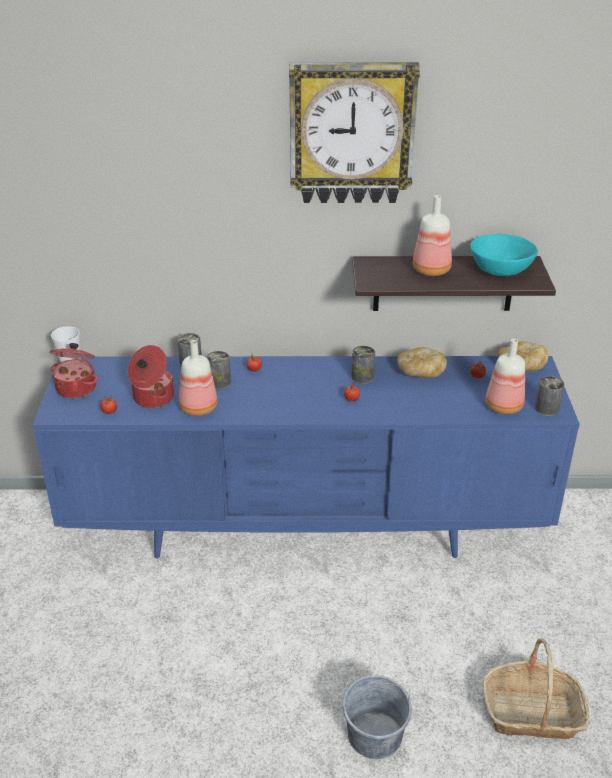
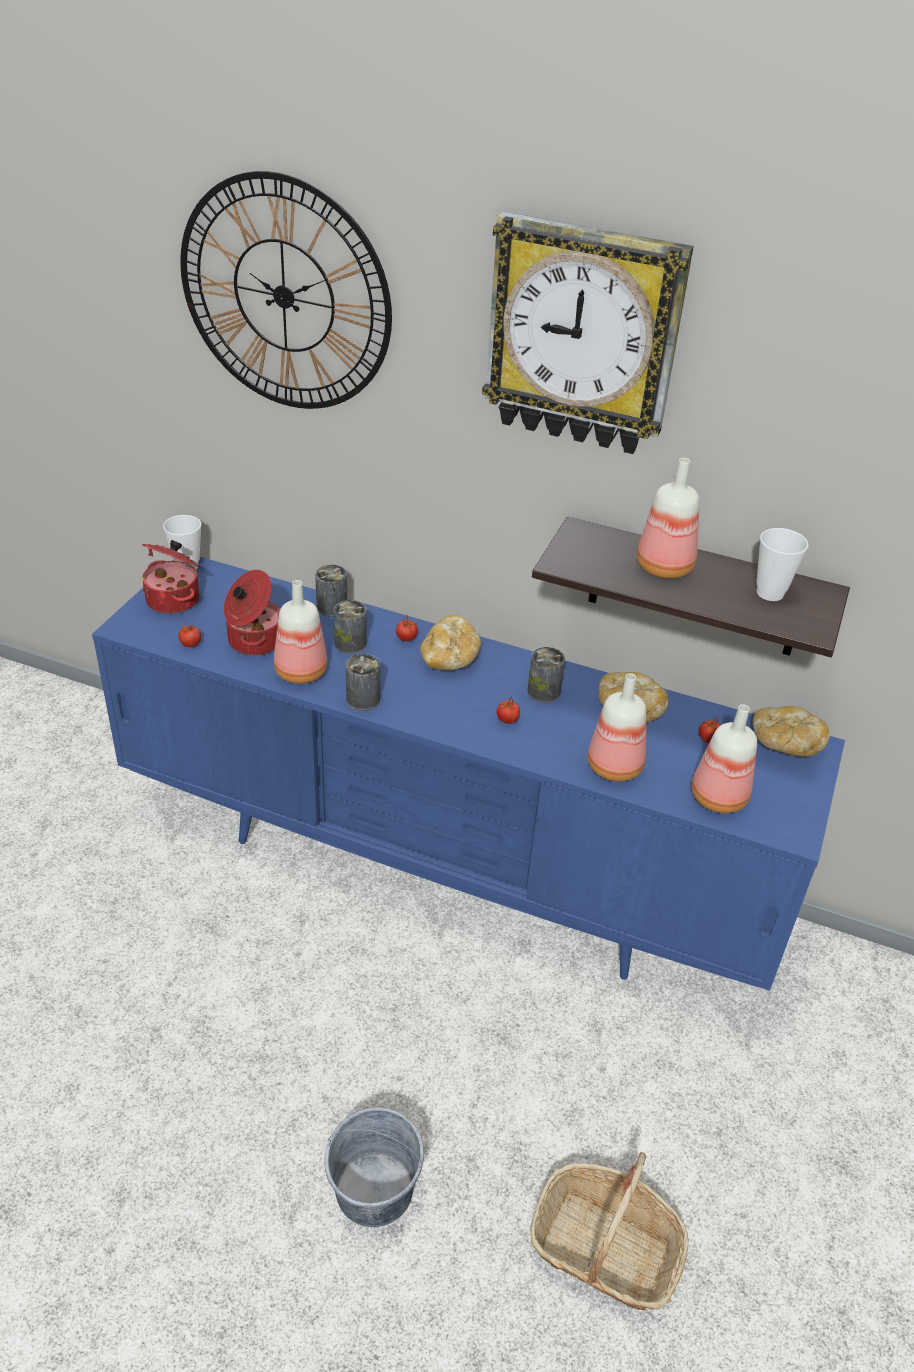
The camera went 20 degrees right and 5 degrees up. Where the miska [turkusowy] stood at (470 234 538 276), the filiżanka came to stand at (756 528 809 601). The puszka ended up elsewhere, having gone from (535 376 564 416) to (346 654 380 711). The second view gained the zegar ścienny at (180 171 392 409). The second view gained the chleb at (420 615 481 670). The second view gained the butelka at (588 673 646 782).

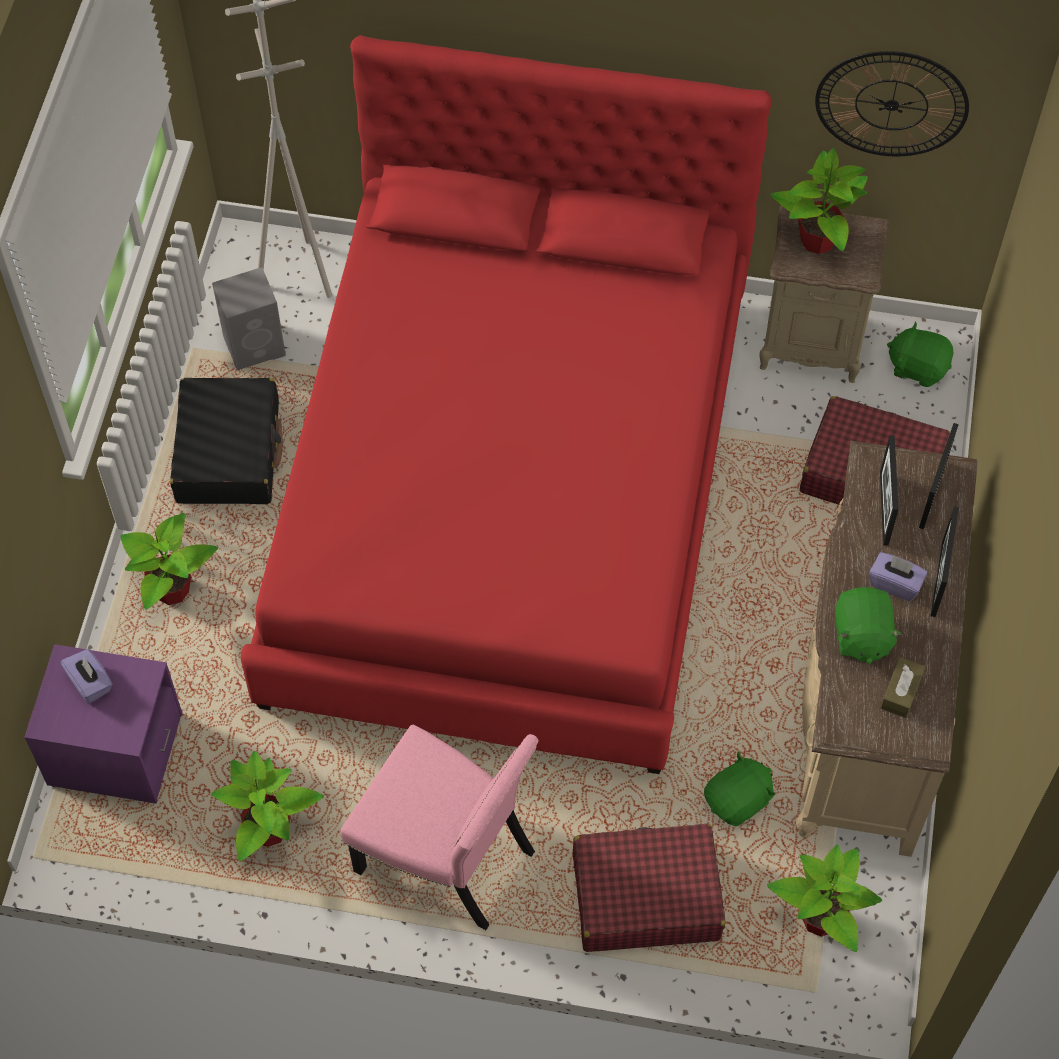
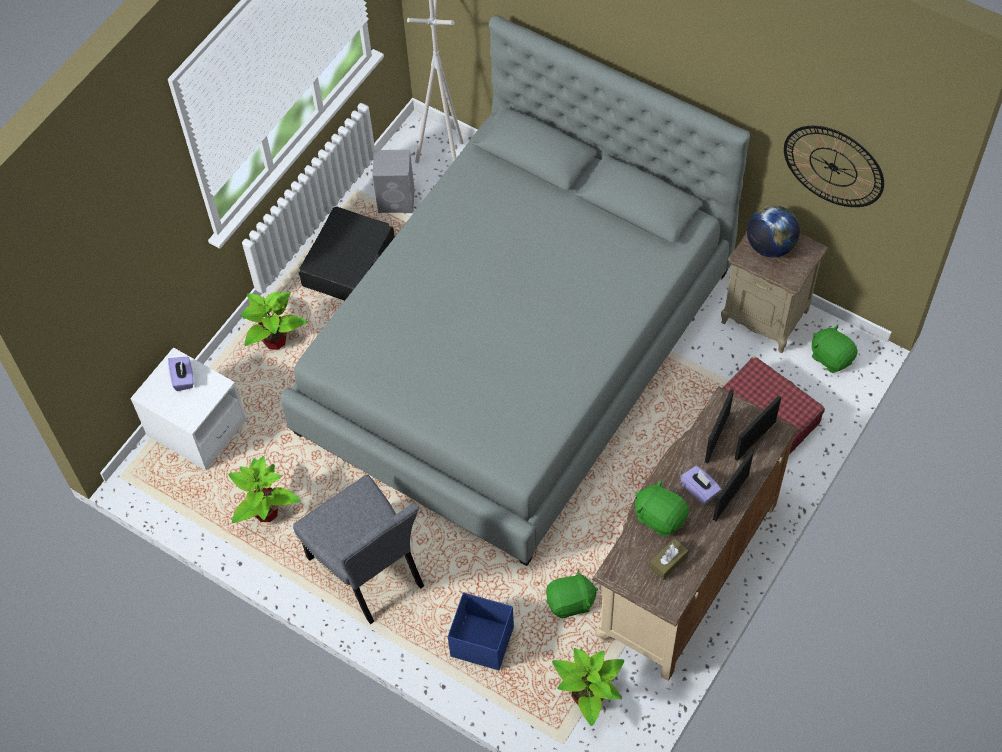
The camera went 25 degrees right and 0 degrees up. What was the łóżko [czerwony] at (241 35 771 774) turned into the łóżko [szary] at (280 15 750 566). Where the roślina doniczkowa stood at (770 148 868 254), the globus came to stand at (747 205 800 257). The pluszak [zielony] at (836 587 902 664) ended up facing another way, 105 degrees clockwise from before. What was the szafka nocna [fioletowy] at (24 644 182 804) turned into the szafka nocna [biały] at (130 347 247 470). What was the krzesło [różowy] at (341 725 538 930) turned into the krzesło [szary] at (293 475 424 624). Where the walizka [czerwony] stood at (573 824 725 952), the pojemnik do przechowywania [niebieski] came to stand at (448 592 514 670).

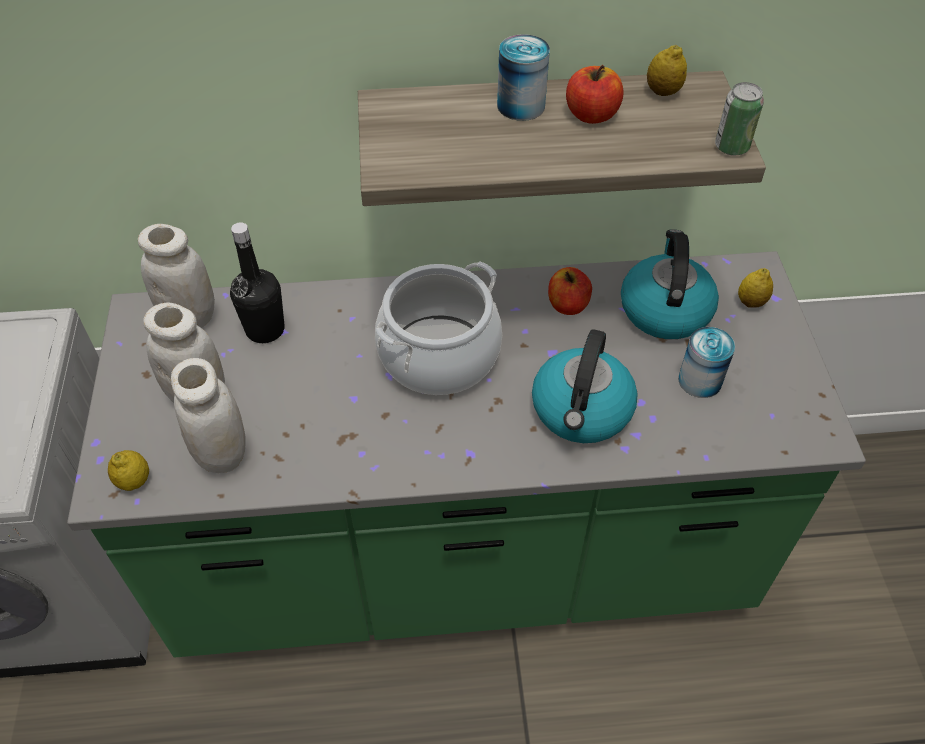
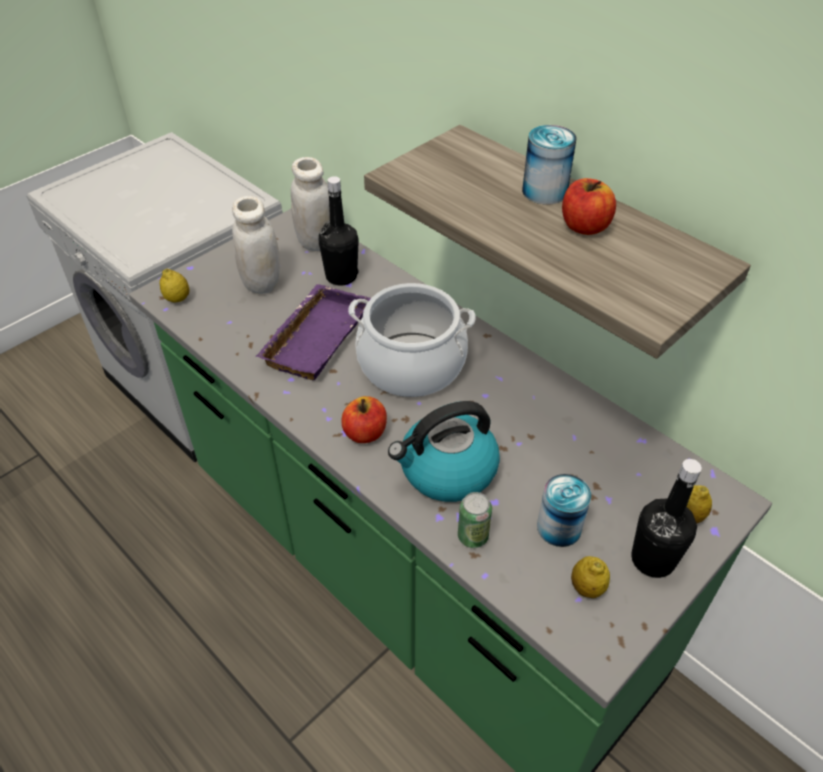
The camera went 50 degrees right and 5 degrees down. The cytryna ended up elsewhere, having gone from (647 45 687 96) to (571 556 610 598). The puszka ended up elsewhere, having gone from (715 82 764 156) to (458 492 492 548). The second view lost the czajnik at (621 229 719 339). The jabłko ended up elsewhere, having gone from (548 267 592 315) to (342 396 387 443). The second view lost the słoik [biały] at (171 358 246 473). The second view gained the taca [fioletowy] at (256 284 371 380). The second view gained the butelka [czarny] at (631 459 702 578).

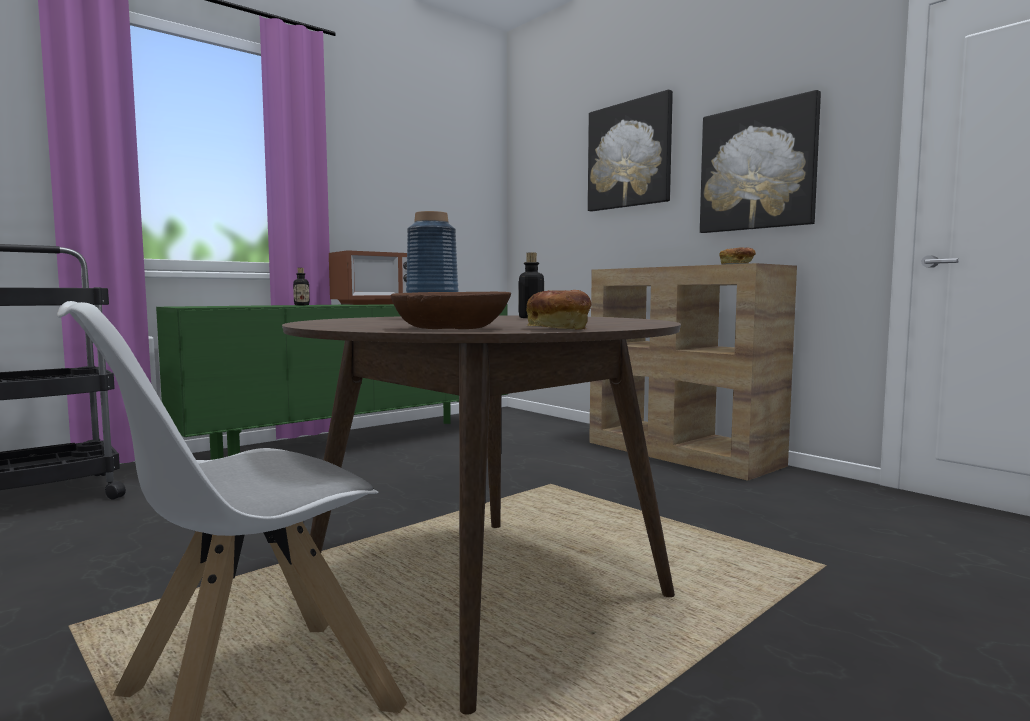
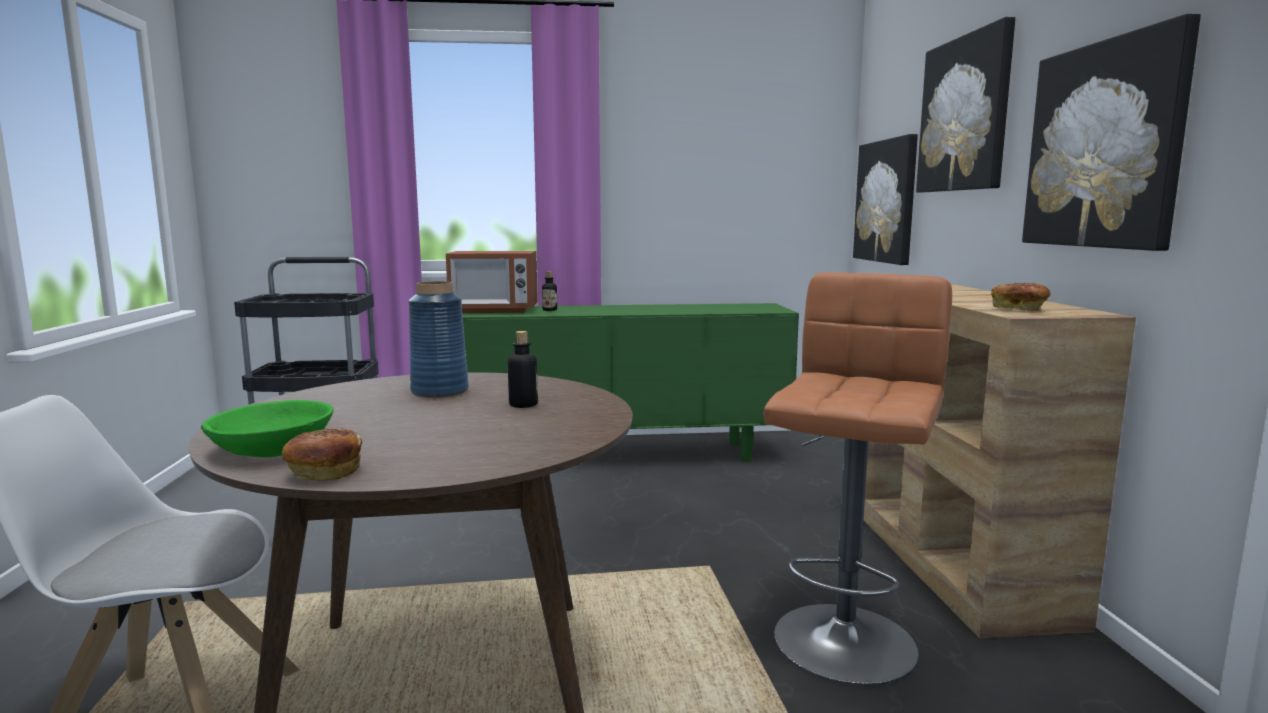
The camera went 35 degrees right and 5 degrees up. The mikrofalówka ended up elsewhere, having gone from (329 250 407 305) to (446 251 538 313). What was the miska [brązowy] at (391 292 511 329) turned into the miska [zielony] at (201 400 334 457). The second view gained the obraz at (853 134 918 265). The second view gained the stołek [brązowy] at (764 272 952 684).

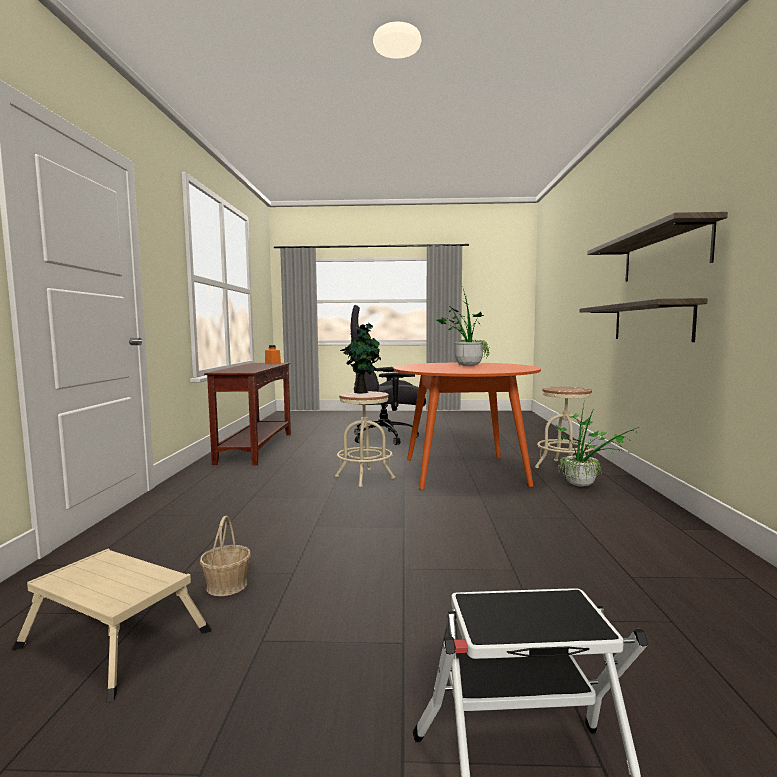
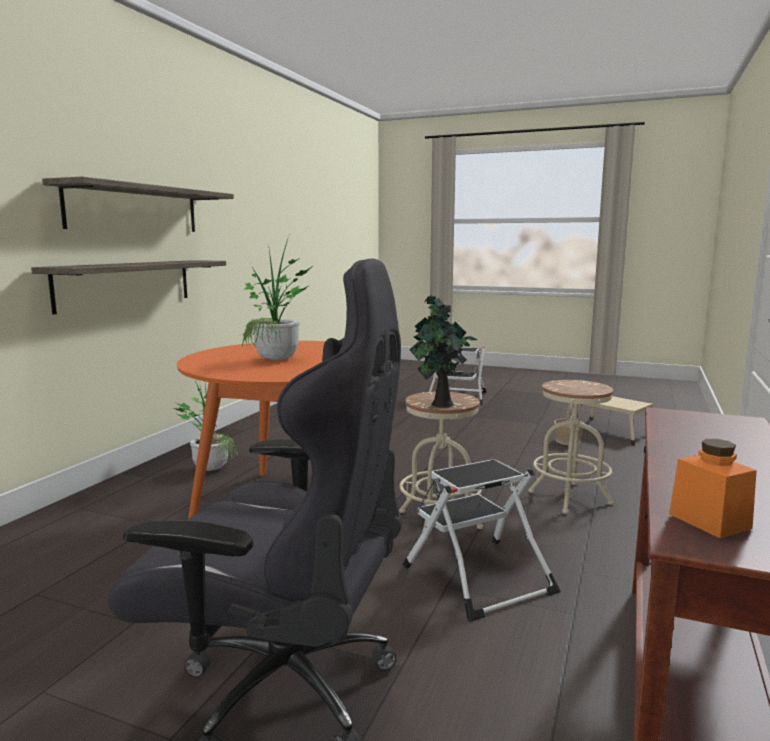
The camera went 160 degrees left and 5 degrees up. The stołek [beżowy] ended up elsewhere, having gone from (535 387 593 468) to (529 380 614 514). The second view gained the drabinka at (402 459 561 622).

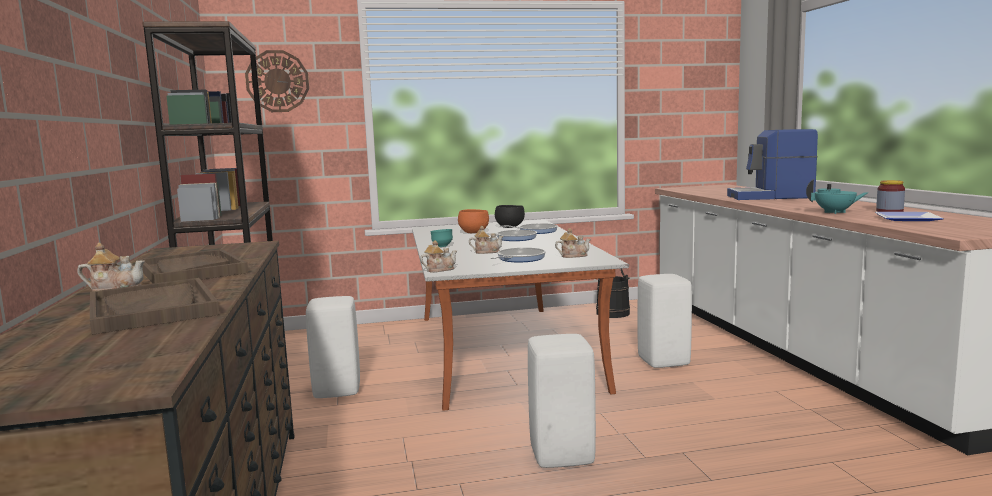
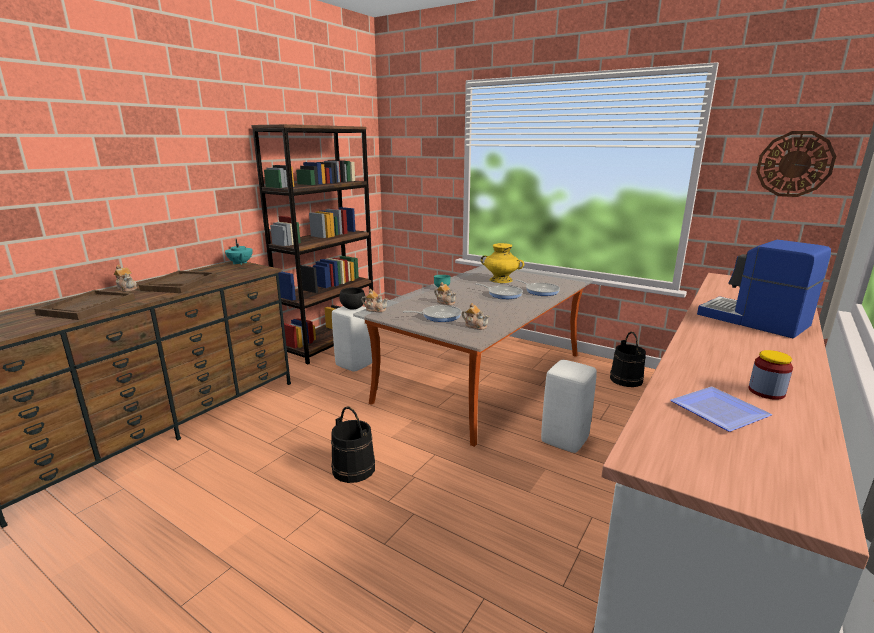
The camera went 45 degrees right and 10 degrees up. The zegar ścienny ended up elsewhere, having gone from (245 50 309 112) to (756 131 836 197). The imbryk [turkusowy] ended up elsewhere, having gone from (806 179 869 214) to (225 239 253 265). The miska [czarny] ended up elsewhere, having gone from (495 205 525 228) to (339 287 365 310). Where the miska [pomarańczowy] stood at (458 209 489 233), the wazon [żółty] came to stand at (481 243 524 283). Where the stołek [biały] stood at (528 334 596 468), the wiadro [czarny] came to stand at (331 406 375 483).

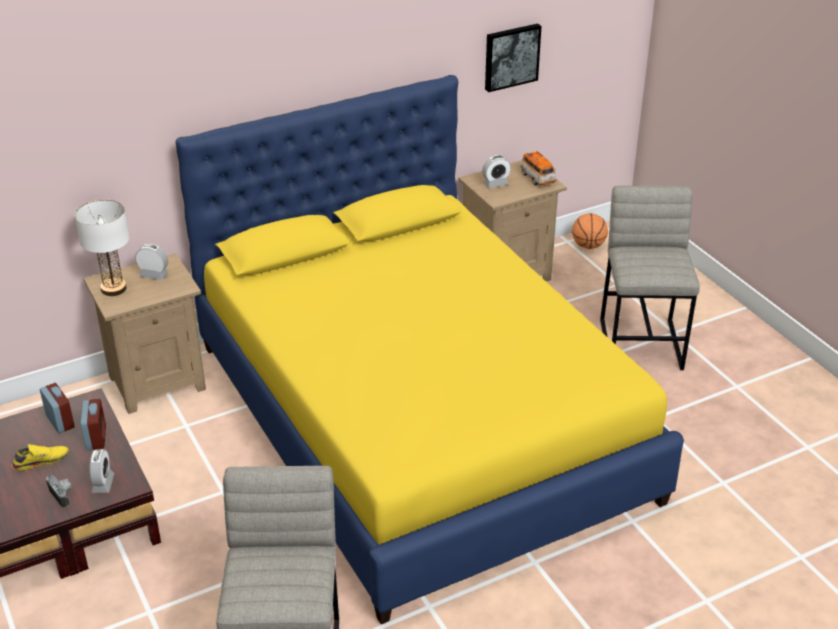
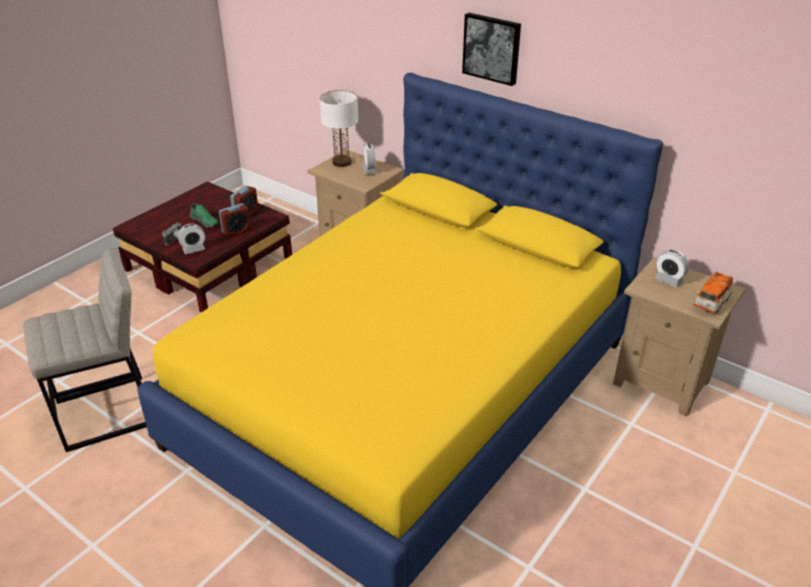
The camera went 65 degrees right and 0 degrees up. The obraz ended up elsewhere, having gone from (485 24 541 92) to (462 13 521 86). The second view lost the krzesło [szary] at (600 186 700 370). The second view lost the piłka do koszykówki at (572 213 608 249). What was the but [żółty] at (12 444 69 471) turned into the but [zielony] at (190 203 218 227).

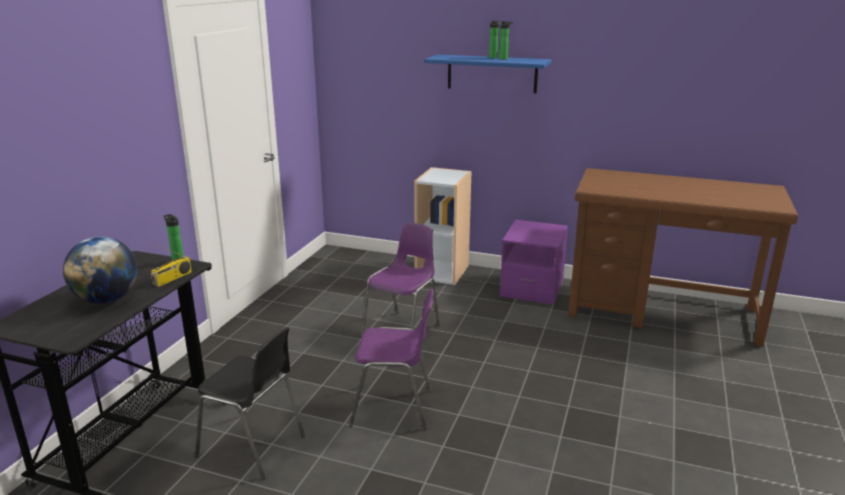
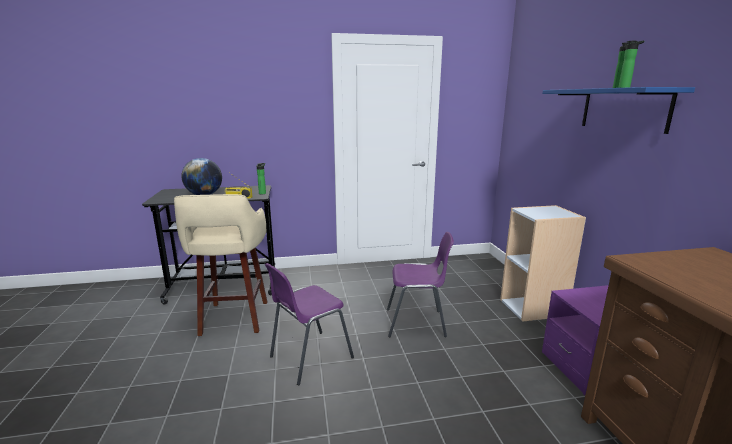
The camera went 60 degrees right and 5 degrees down. The krzesło [fioletowy] at (349 289 434 430) ended up facing another way, 75 degrees clockwise from before. Where the krzesło [czarny] stood at (195 327 305 479), the stołek [beżowy] came to stand at (174 194 267 336).

